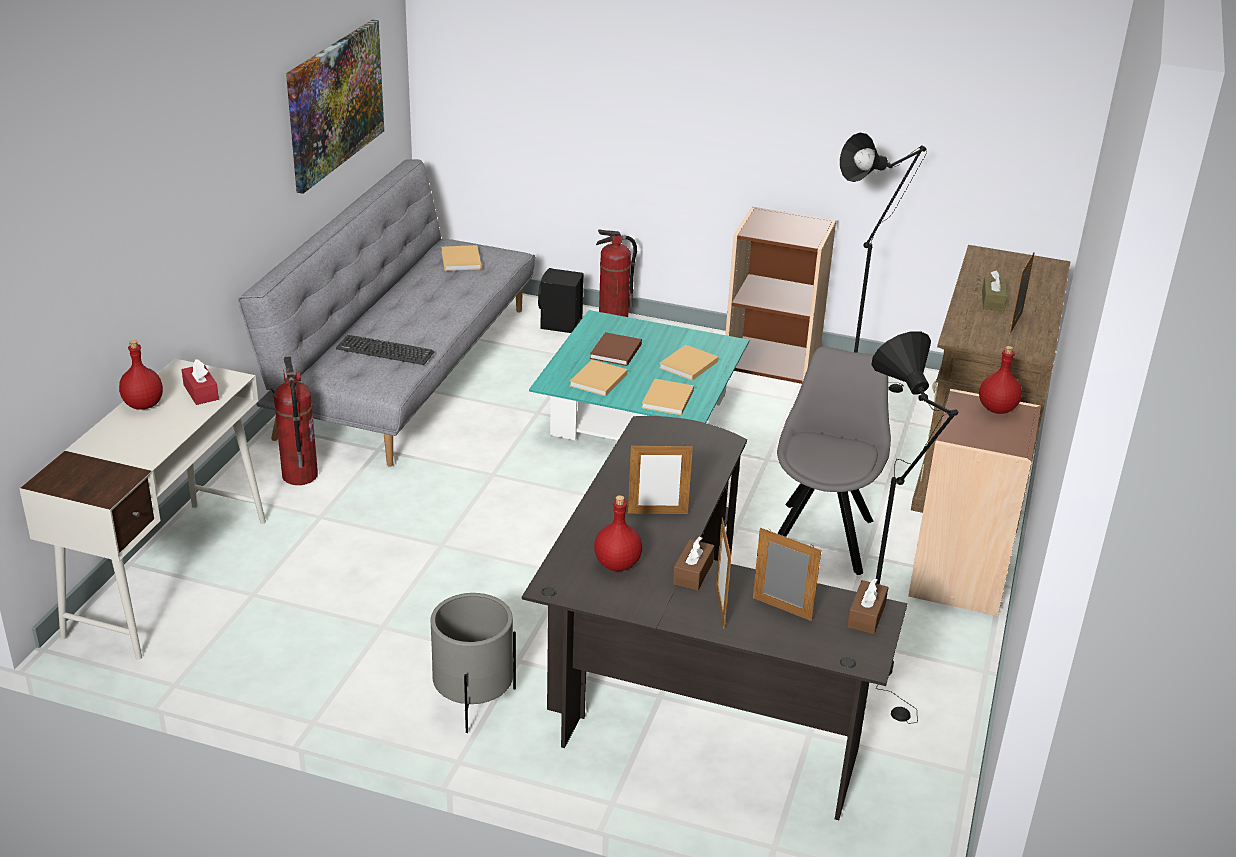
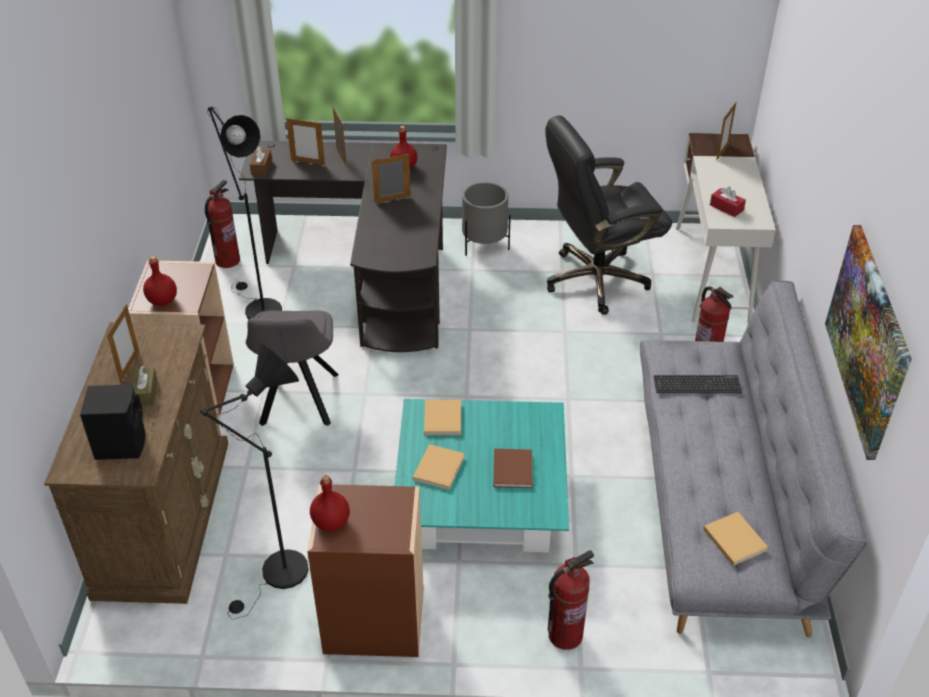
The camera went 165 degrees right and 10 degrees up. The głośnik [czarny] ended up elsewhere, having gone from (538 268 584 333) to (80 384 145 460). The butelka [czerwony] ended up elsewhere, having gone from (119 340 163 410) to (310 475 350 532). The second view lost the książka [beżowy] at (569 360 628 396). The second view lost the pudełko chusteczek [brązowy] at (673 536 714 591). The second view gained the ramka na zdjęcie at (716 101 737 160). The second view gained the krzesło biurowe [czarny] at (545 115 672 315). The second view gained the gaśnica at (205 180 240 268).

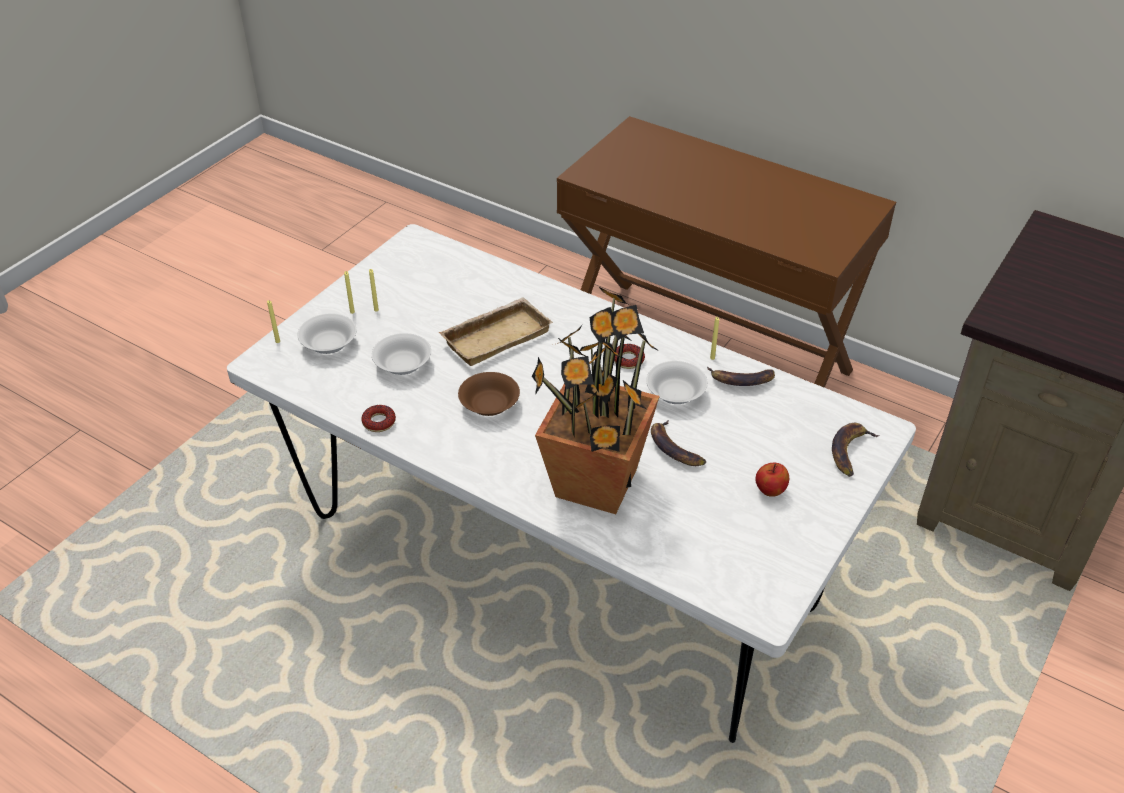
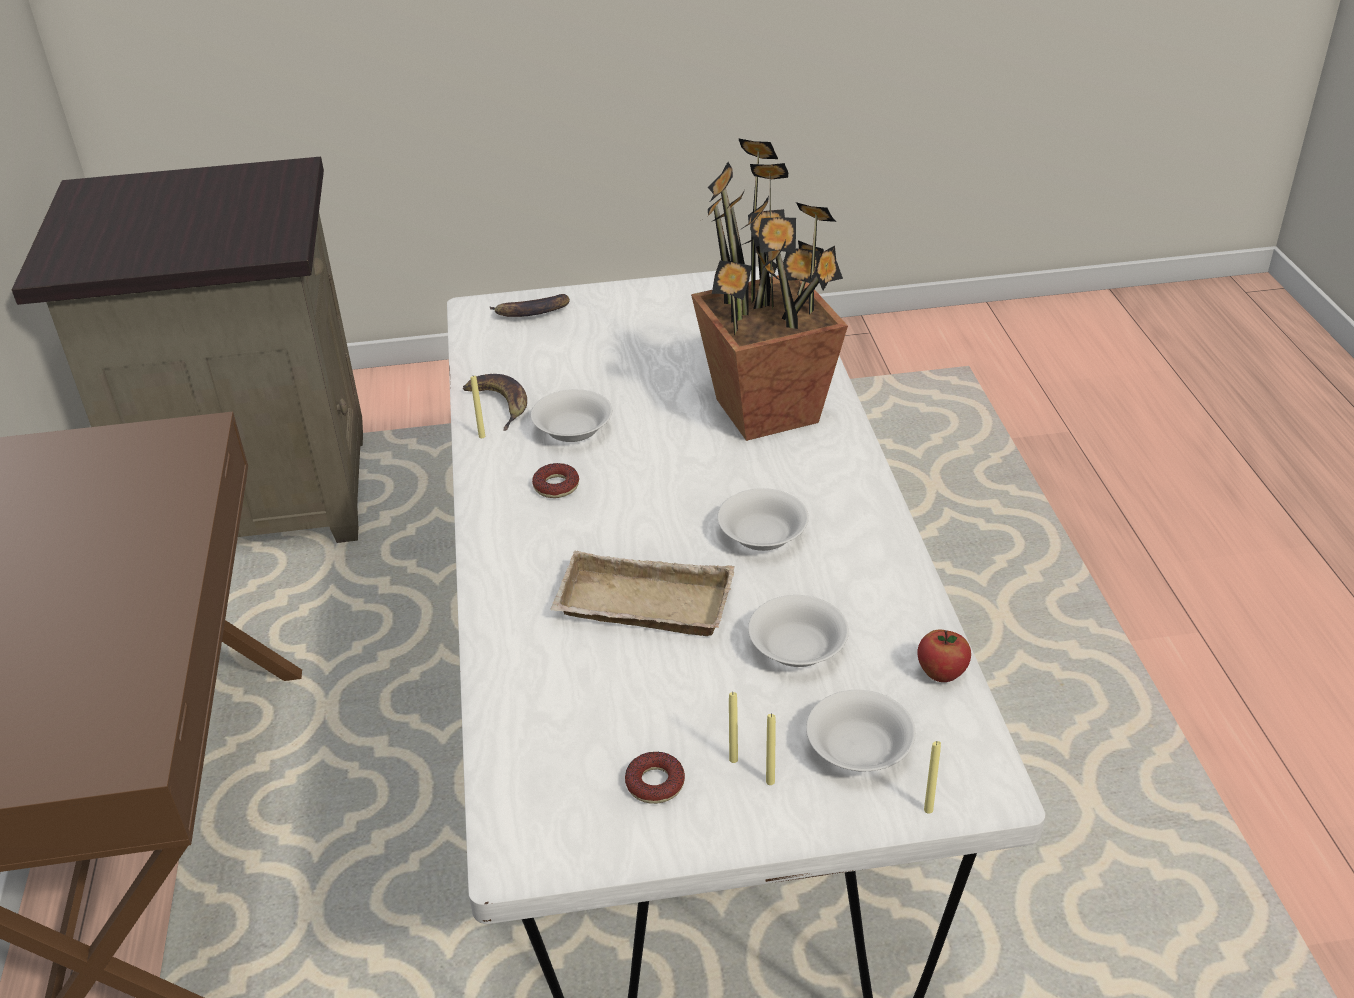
The camera went 130 degrees left and 5 degrees down. What was the miska [brązowy] at (458 372 520 416) turned into the miska [biały] at (717 488 809 551). The donut ended up elsewhere, having gone from (361 405 396 432) to (625 752 685 804). The second view lost the banan at (651 420 706 466). The jabłko ended up elsewhere, having gone from (755 463 789 497) to (917 629 971 682).

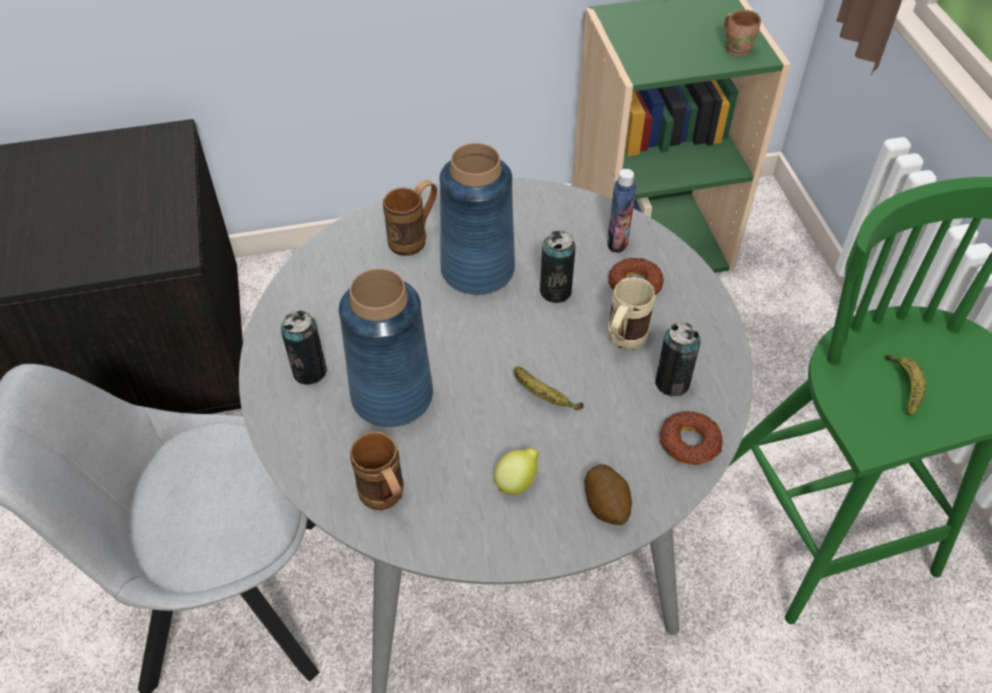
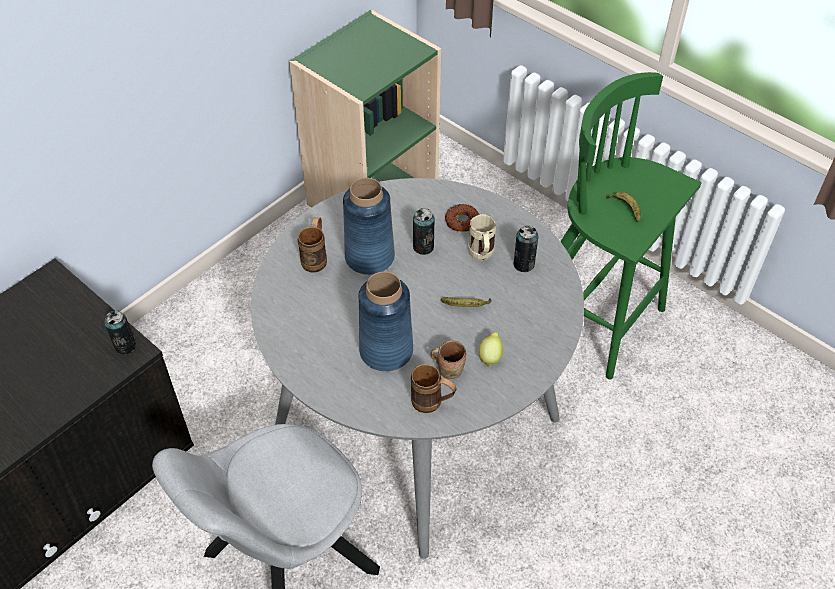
The camera went 35 degrees left and 0 degrees up. The kubek [brązowy] ended up elsewhere, having gone from (724 10 761 56) to (431 340 466 380). The second view lost the butelka at (607 169 636 253). The puszka ended up elsewhere, having gone from (281 311 327 385) to (104 310 136 355). The second view lost the donut at (660 411 722 465). The second view lost the ziemniak at (584 464 632 525).

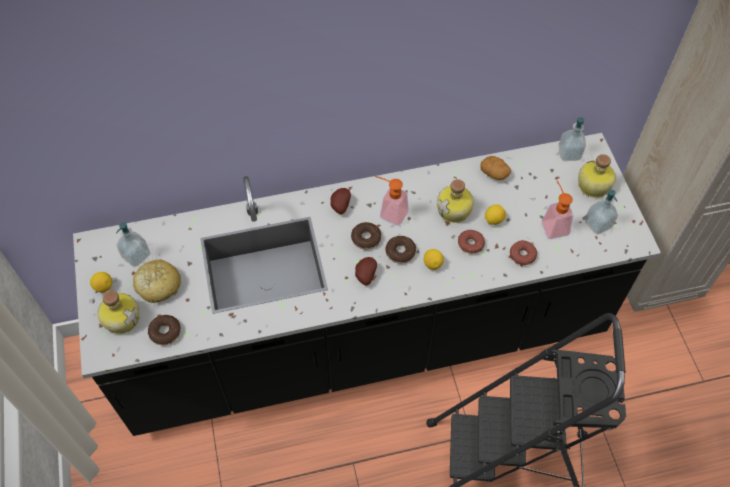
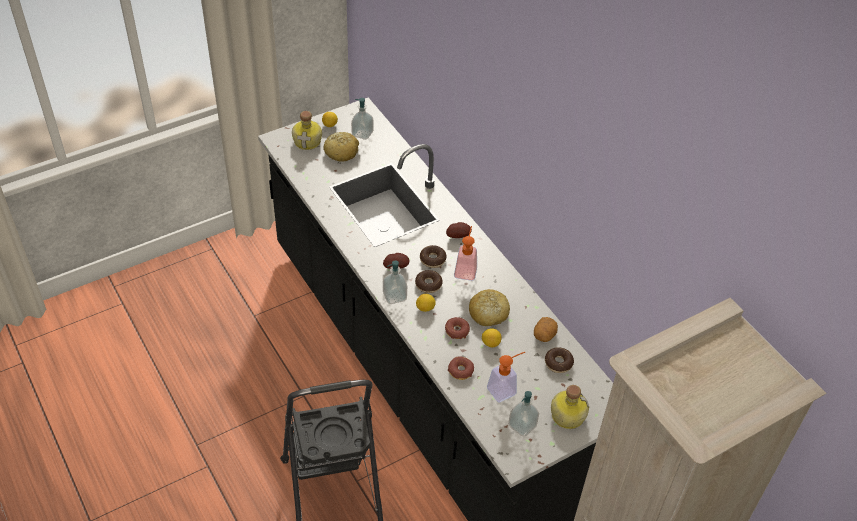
The camera went 70 degrees right and 10 degrees down. The dozownik mydła ended up elsewhere, having gone from (559 117 586 161) to (383 260 407 304). Where the butelka stood at (437 179 474 223), the chleb came to stand at (469 289 510 326). The donut ended up elsewhere, having gone from (148 315 181 345) to (545 347 574 373).

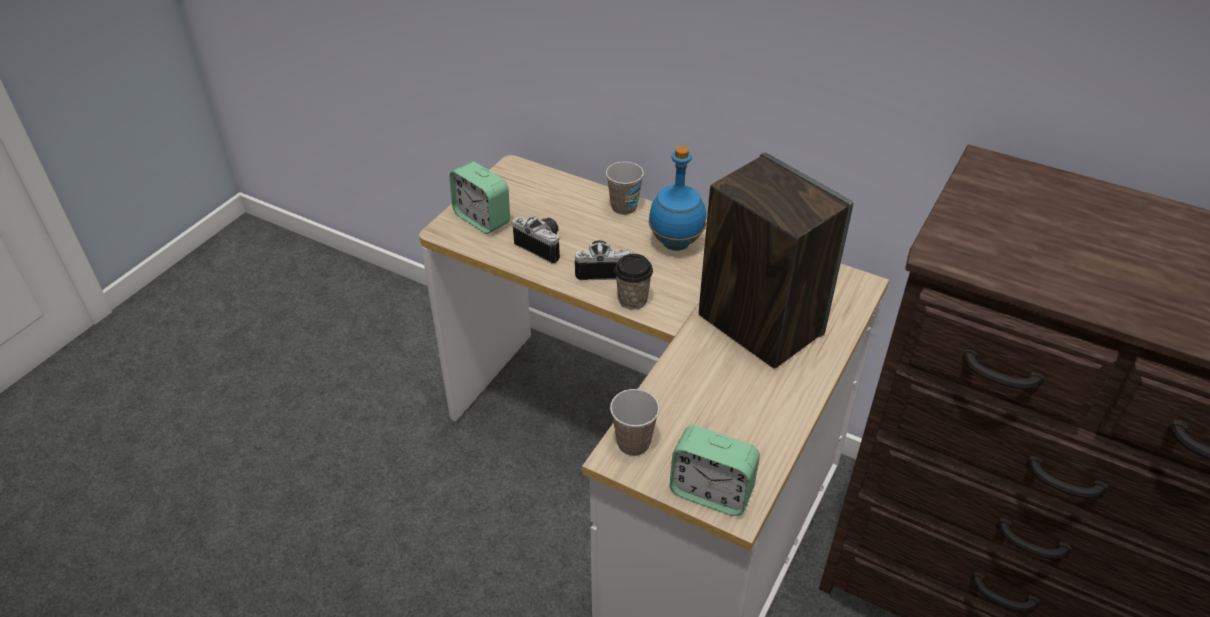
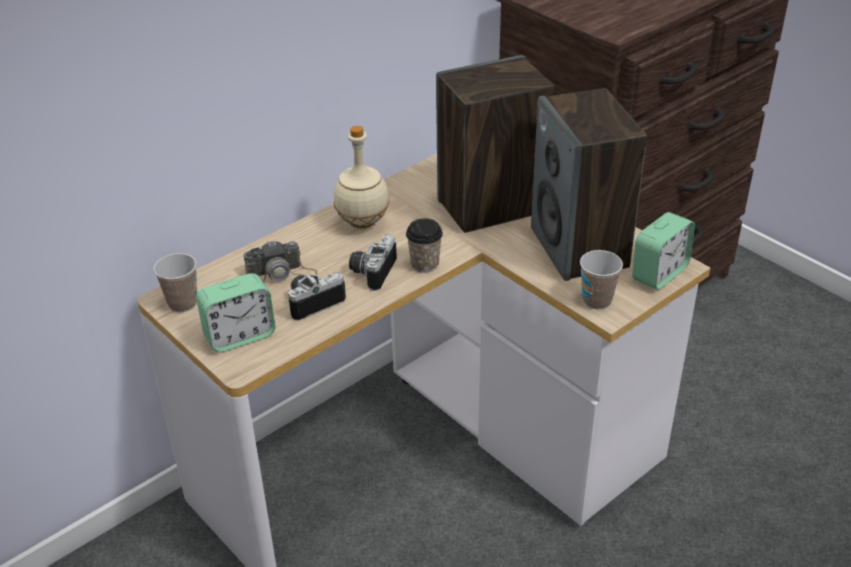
The camera went 70 degrees left and 5 degrees down. What was the butelka [niebieski] at (648 146 706 251) turned into the butelka [beżowy] at (334 126 389 230). The filiżanka ended up elsewhere, having gone from (606 162 644 215) to (154 253 197 312). The second view gained the głośnik at (531 88 647 281). The second view gained the aparat fotograficzny at (244 240 318 282).

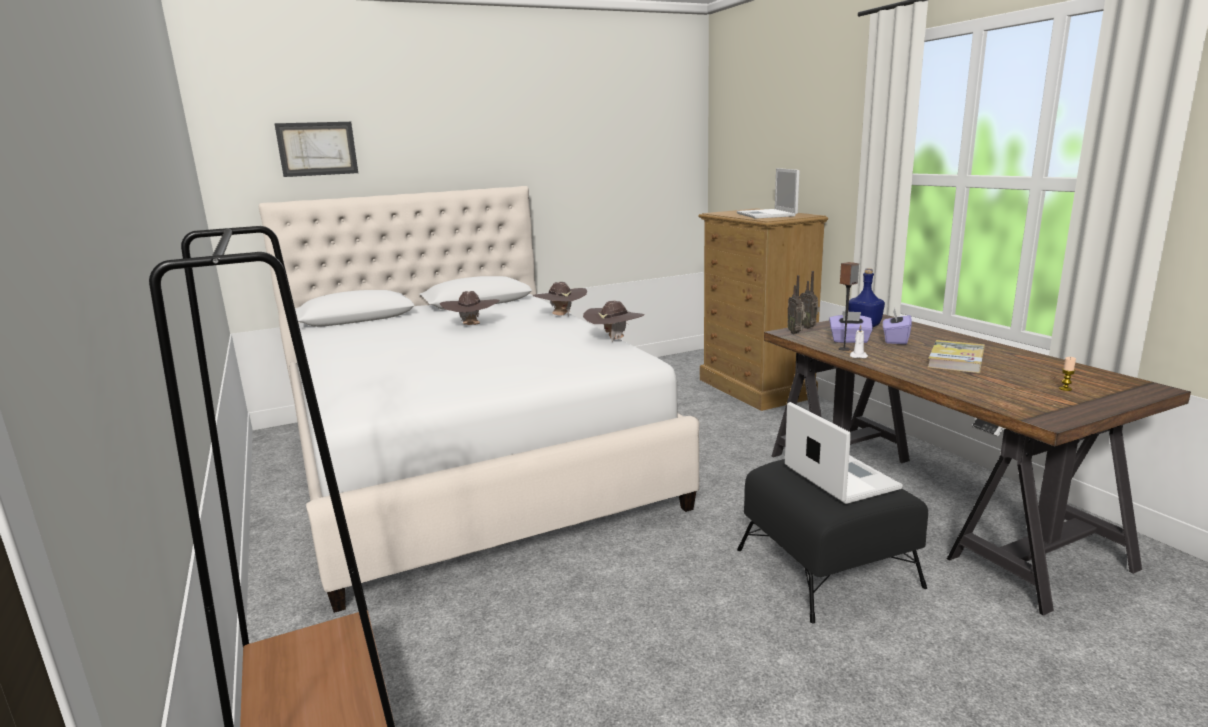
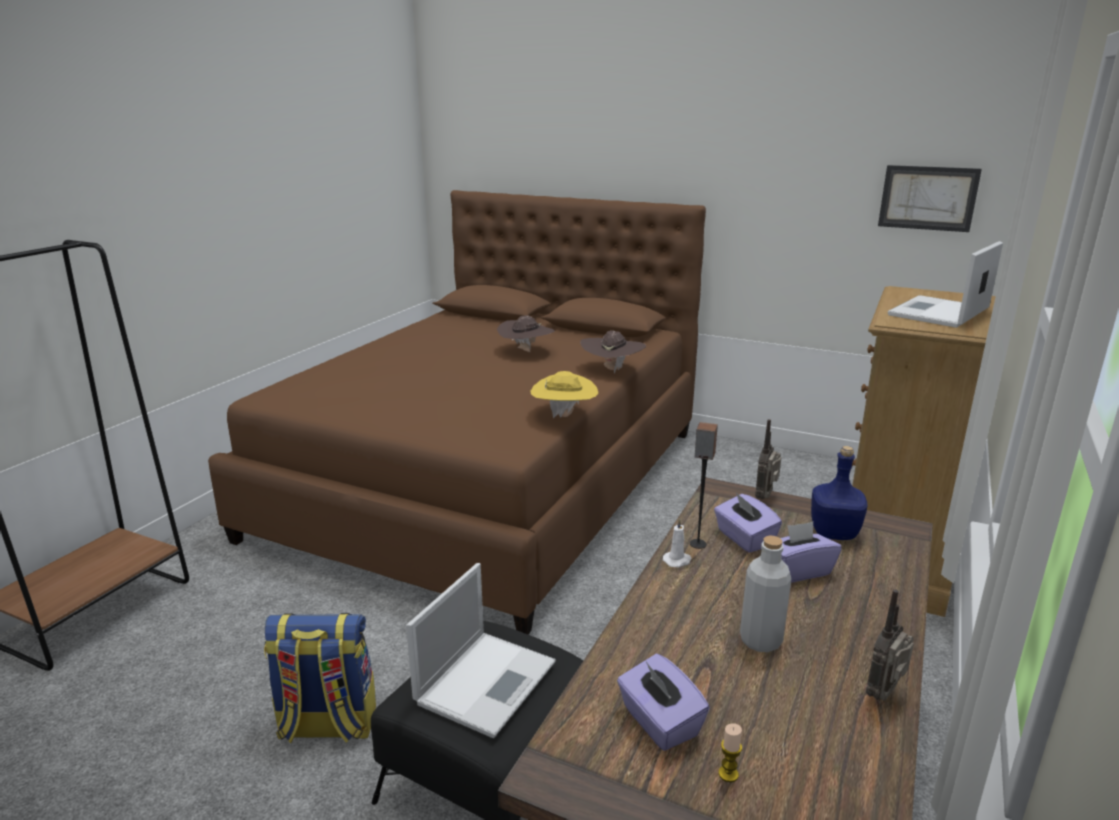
The camera went 50 degrees right and 5 degrees up. The obraz ended up elsewhere, having gone from (274 122 358 177) to (878 165 982 232). What was the łóżko [biały] at (259 186 700 613) turned into the łóżko [brązowy] at (208 190 706 634). The radio ended up elsewhere, having gone from (787 275 806 334) to (866 589 914 701). What was the kapelusz [brązowy] at (583 301 645 342) turned into the kapelusz [żółty] at (530 371 598 418). Where the książka stood at (928 340 985 373), the butelka [szary] came to stand at (740 536 791 652). The second view gained the plecak at (264 613 376 743). The second view gained the pudełko chusteczek [fioletowy] at (617 654 710 751).

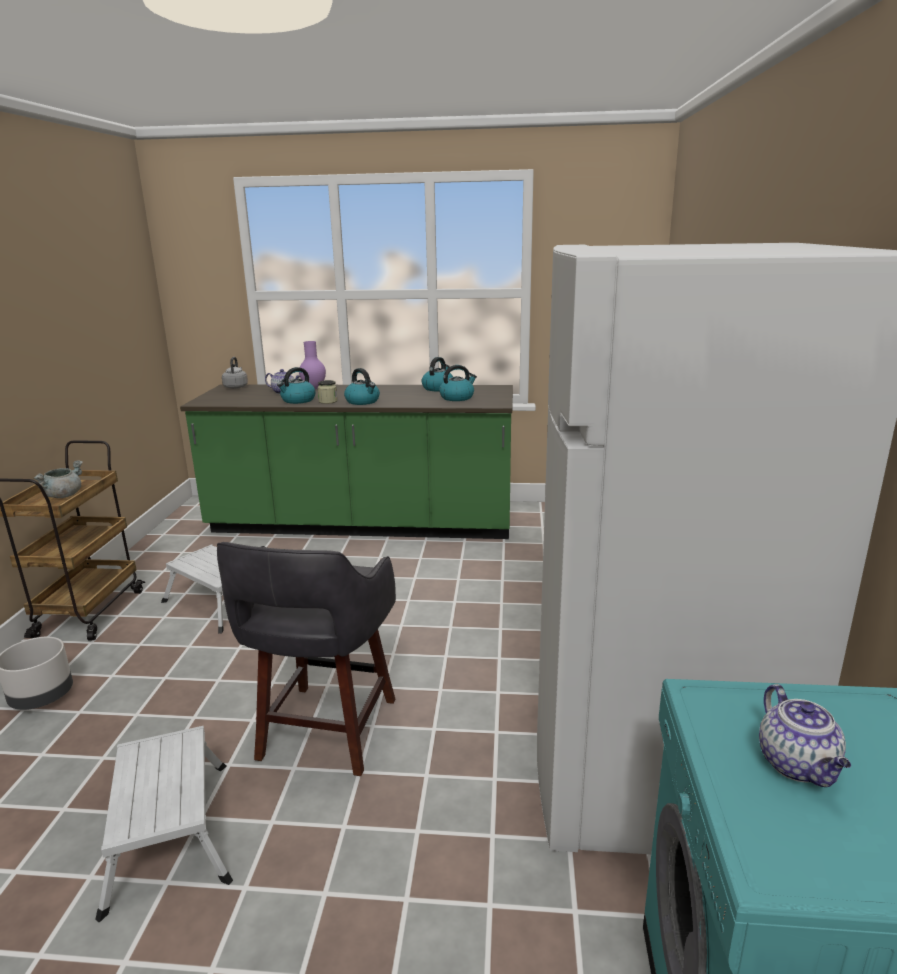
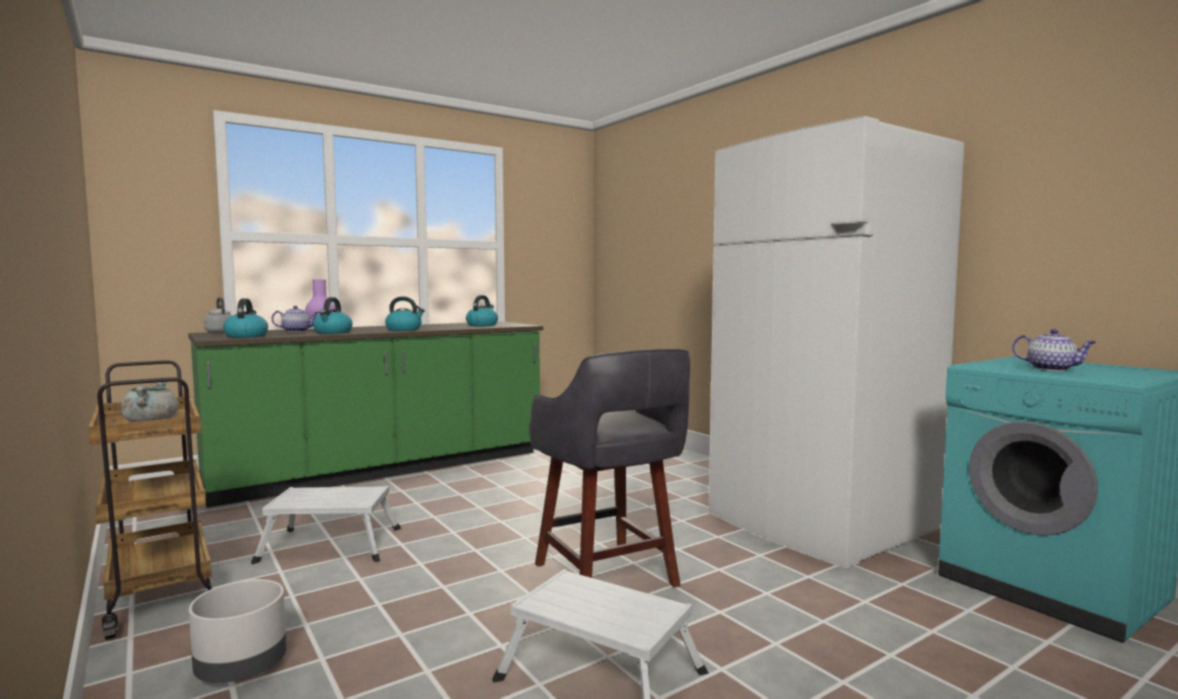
The camera went 40 degrees left and 15 degrees down. The czajnik ended up elsewhere, having gone from (422 357 453 391) to (223 298 268 338). The second view lost the słoik at (317 380 338 404).

